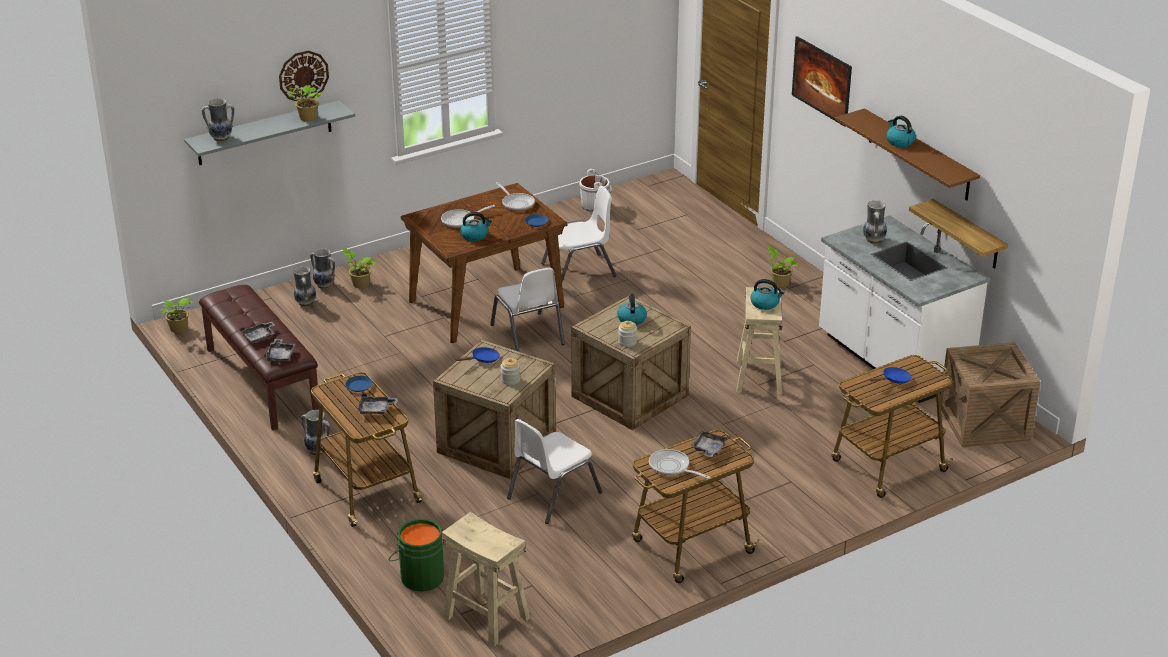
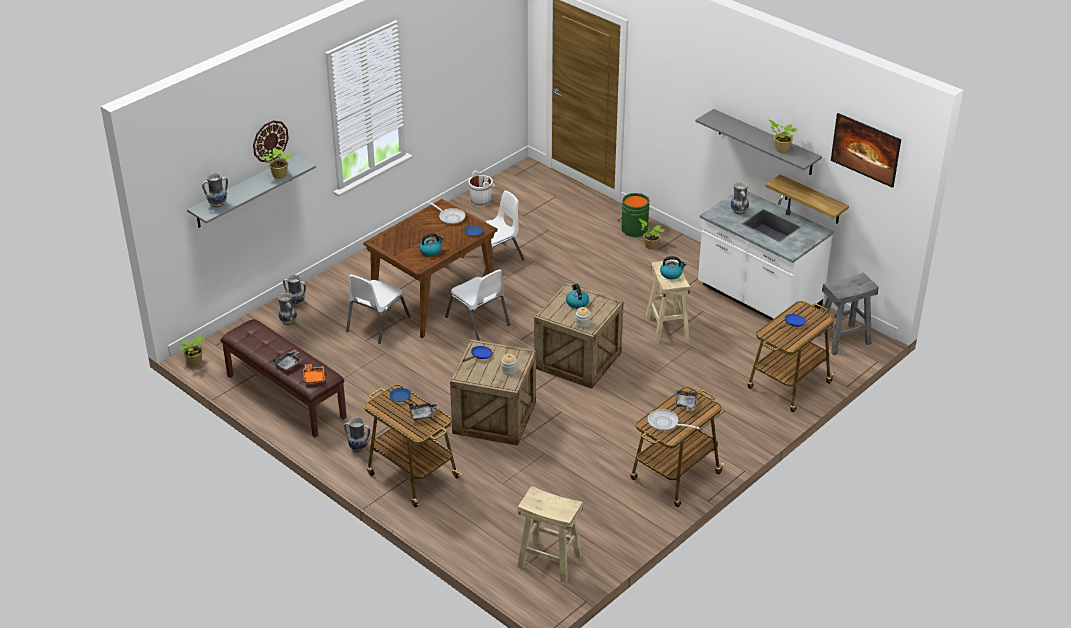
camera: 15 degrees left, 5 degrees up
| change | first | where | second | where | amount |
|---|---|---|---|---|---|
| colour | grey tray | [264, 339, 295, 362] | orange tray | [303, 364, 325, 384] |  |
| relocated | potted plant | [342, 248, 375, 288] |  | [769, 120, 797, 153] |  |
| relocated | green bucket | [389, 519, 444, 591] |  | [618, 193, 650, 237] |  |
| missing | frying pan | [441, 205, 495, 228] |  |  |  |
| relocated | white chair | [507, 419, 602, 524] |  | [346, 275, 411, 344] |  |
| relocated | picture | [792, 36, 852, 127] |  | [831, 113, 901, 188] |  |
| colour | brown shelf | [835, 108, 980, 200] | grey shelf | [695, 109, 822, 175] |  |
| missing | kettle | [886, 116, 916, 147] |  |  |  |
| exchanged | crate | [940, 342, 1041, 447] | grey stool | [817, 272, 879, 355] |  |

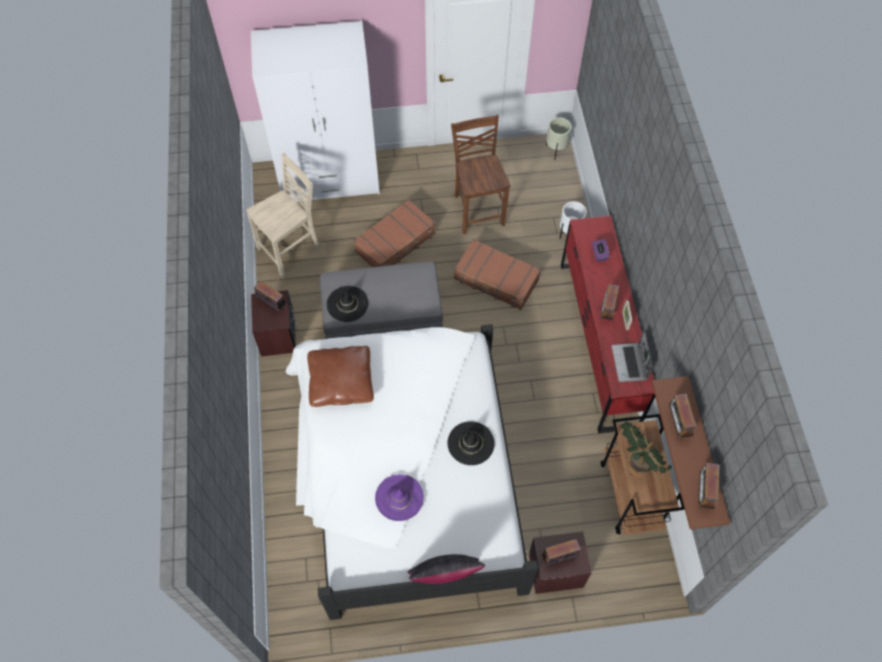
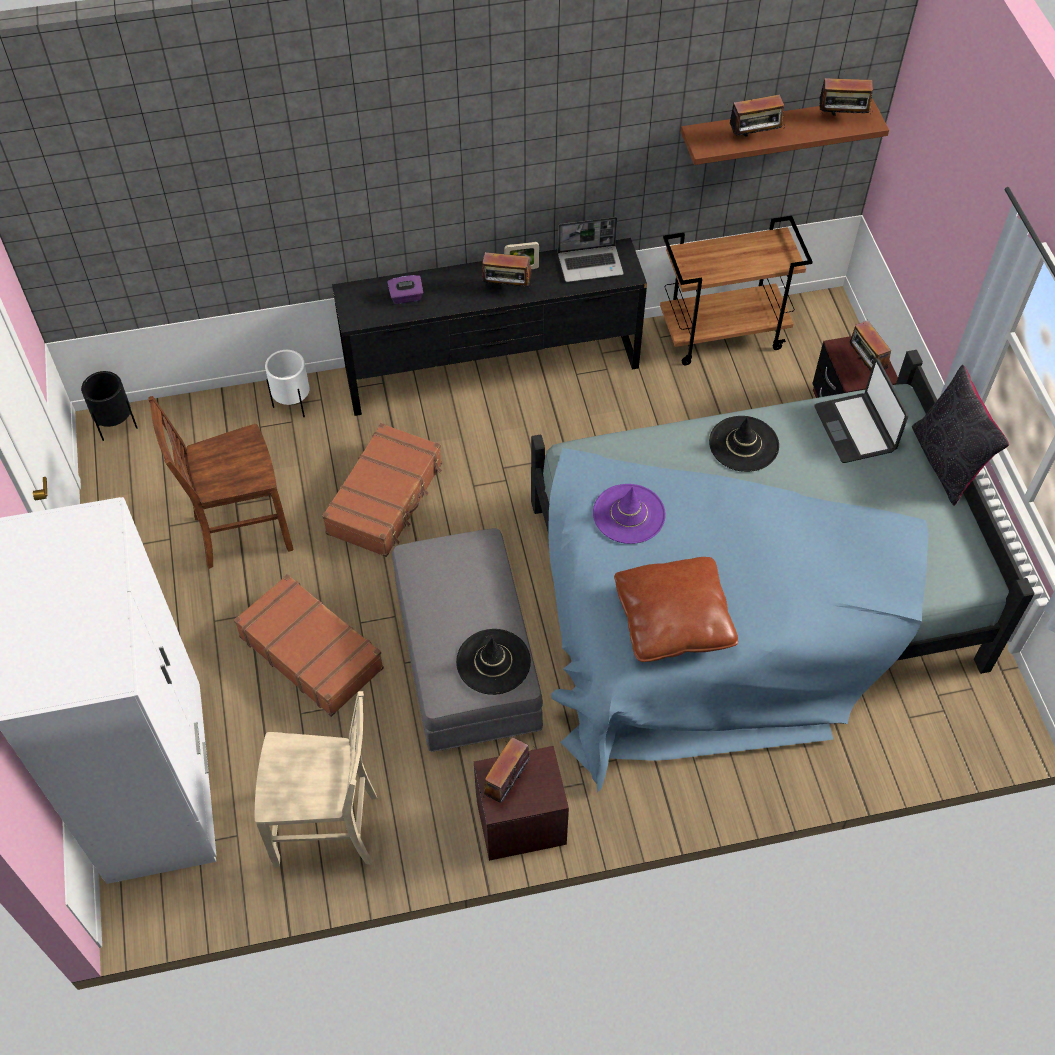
camera: 95 degrees left, 5 degrees down
| change | first | where | second | where | amount |
|---|---|---|---|---|---|
| spun | beige chair | [246, 153, 321, 277] |  | [255, 691, 377, 867] | 135 degrees clockwise |
| colour | white bed | [286, 324, 539, 620] | blue bed | [531, 350, 1035, 792] |  |
| relocated | purple hat | [375, 474, 424, 521] |  | [593, 484, 666, 544] |  |
| colour | beige planter | [546, 118, 571, 160] | black planter | [81, 371, 138, 441] |  |
| colour | red dresser | [561, 216, 655, 433] | black dresser | [332, 238, 647, 416] |  |
| missing | potted plant | [620, 422, 672, 479] |  |  |  |
| appeared |  |  | laptop | [815, 358, 908, 463] |  |

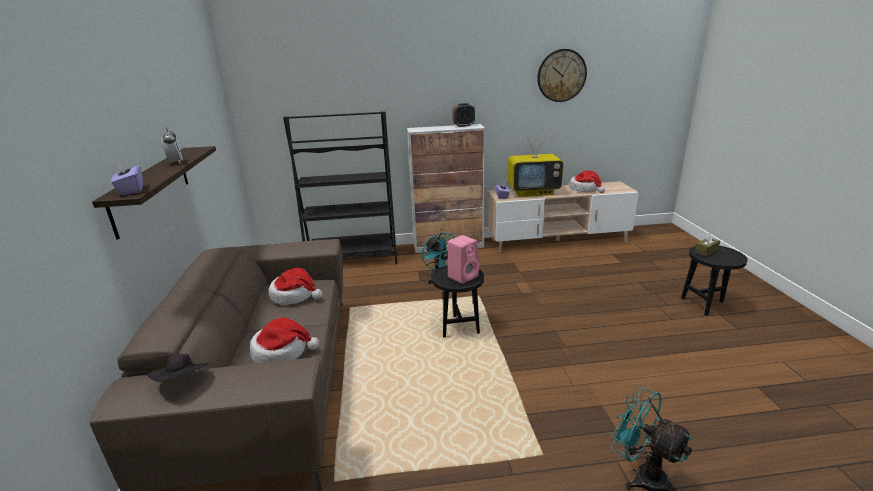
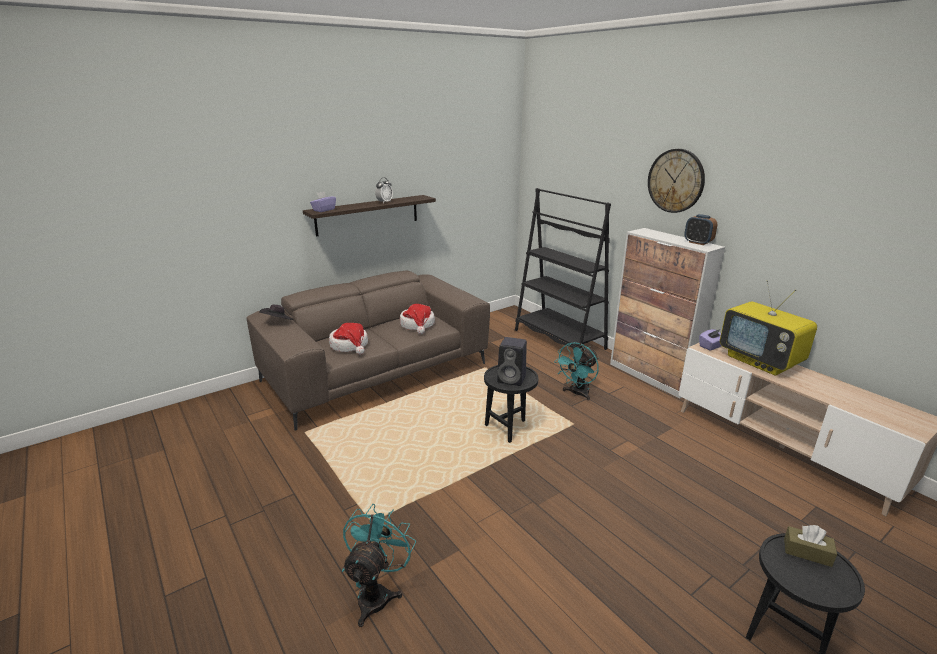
camera: 60 degrees right, 0 degrees up
| change | first | where | second | where | amount |
|---|---|---|---|---|---|
| colour | pink speaker | [447, 235, 479, 284] | black speaker | [497, 337, 527, 386] |  |
| relocated | wall clock | [537, 49, 587, 102] |  | [648, 149, 705, 213] |  |
| missing | hat | [569, 171, 605, 193] |  |  |  |

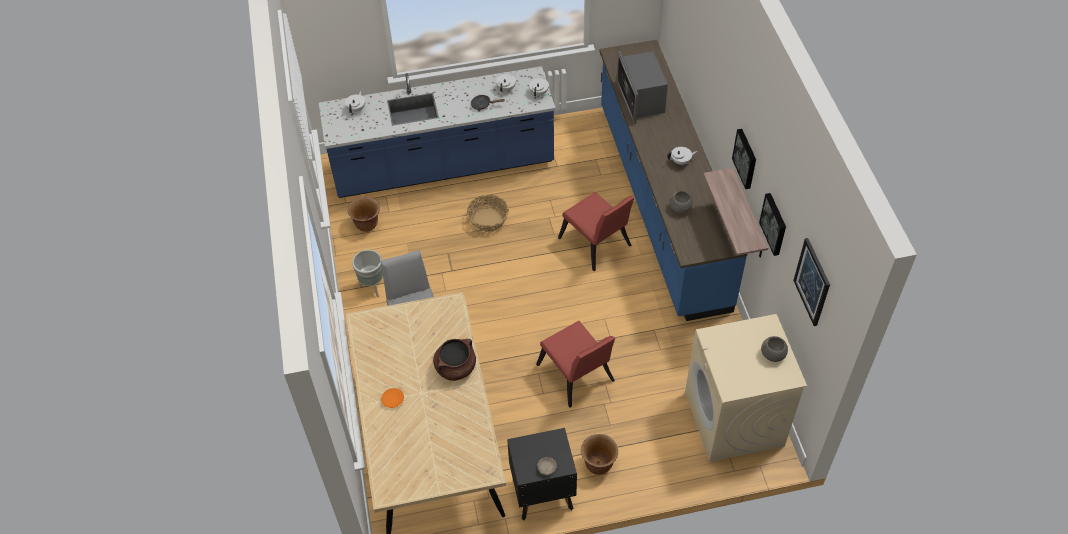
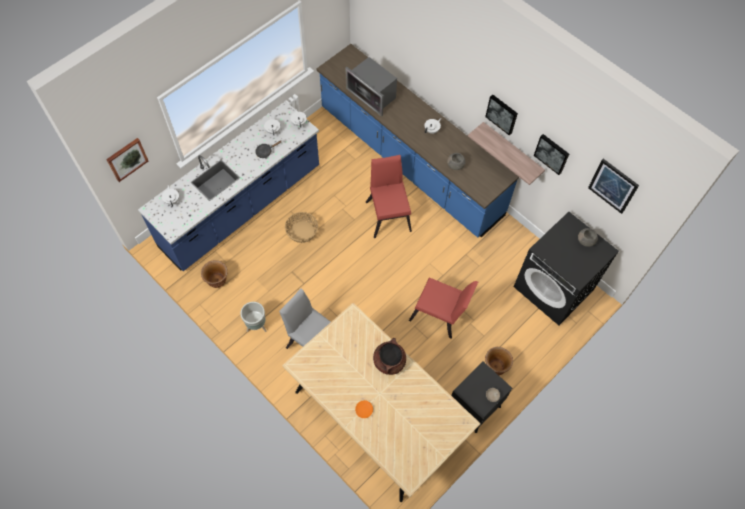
camera: 35 degrees left, 10 degrees up
| change | first | where | second | where | amount |
|---|---|---|---|---|---|
| spun | red chair | [558, 192, 635, 271] |  | [366, 155, 412, 238] | 120 degrees counterclockwise |
| colour | beige washing machine | [685, 314, 807, 462] | black washing machine | [514, 212, 619, 325] |  |
| appeared |  |  | picture | [106, 138, 148, 182] |  |

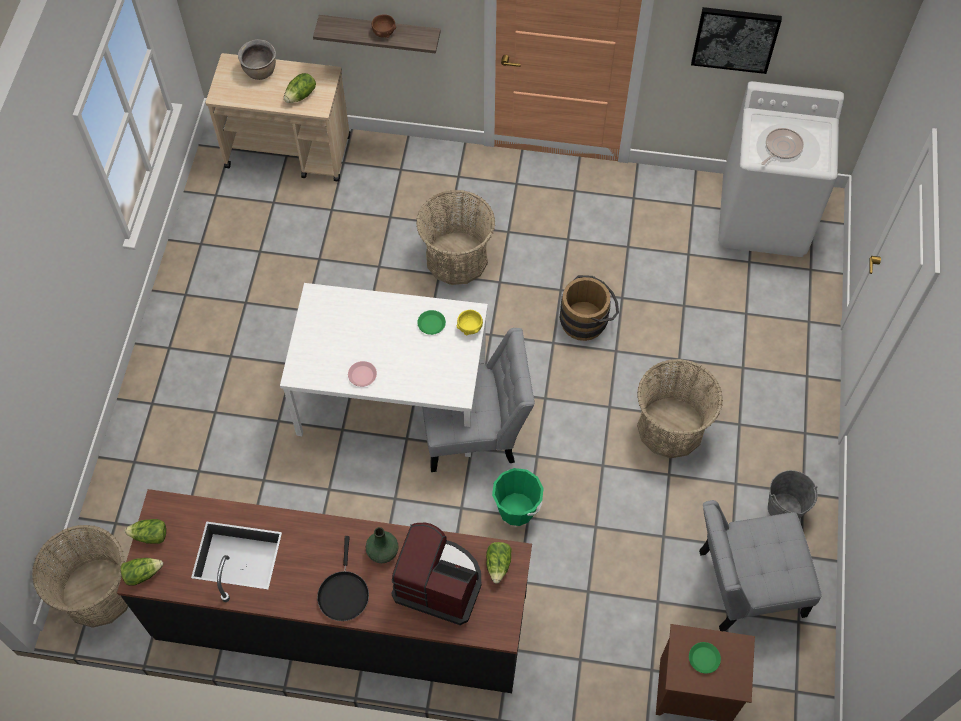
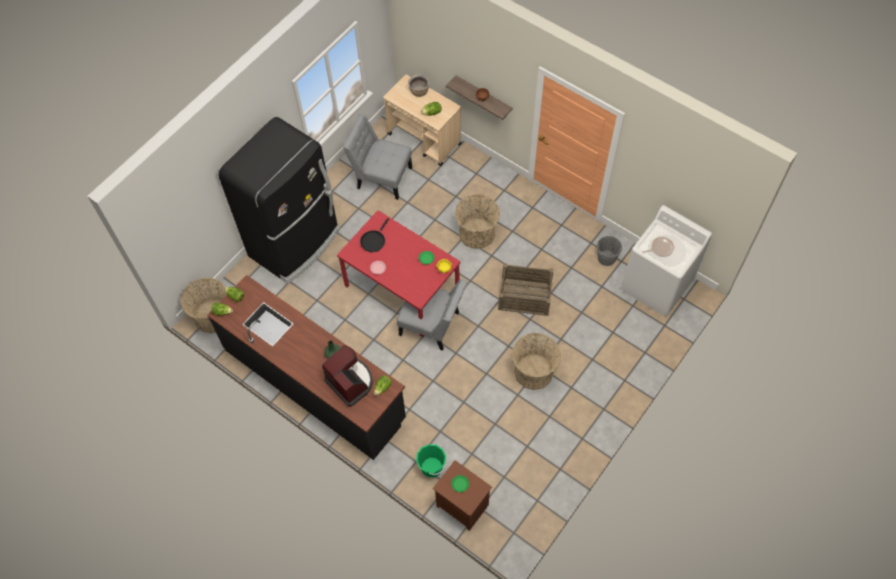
camera: 30 degrees right, 0 degrees up
| change | first | where | second | where | amount |
|---|---|---|---|---|---|
| colour | white dining table | [280, 283, 488, 457] | red dining table | [337, 210, 461, 337] |  |
| relocated | black frying pan | [317, 536, 369, 621] |  | [360, 218, 389, 252] |  |
| relocated | green bucket | [492, 468, 544, 526] |  | [416, 444, 446, 478] |  |
| exchanged | brown bucket | [559, 275, 619, 341] | crate | [498, 263, 554, 316] |  |
| missing | picture | [691, 7, 782, 74] |  |  |  |
| relocated | grey chair | [699, 500, 822, 631] |  | [343, 114, 412, 200] |  |
| relocated | grey bucket | [768, 470, 818, 519] |  | [597, 236, 622, 266] |  |
| appeared |  |  | black fridge | [218, 117, 340, 284] |  |

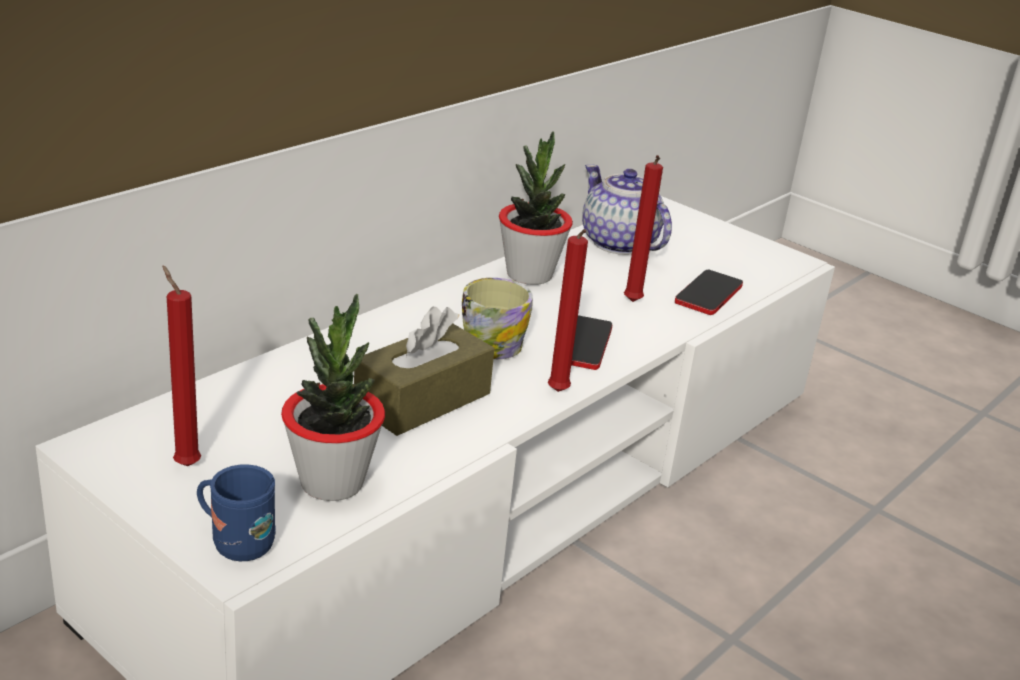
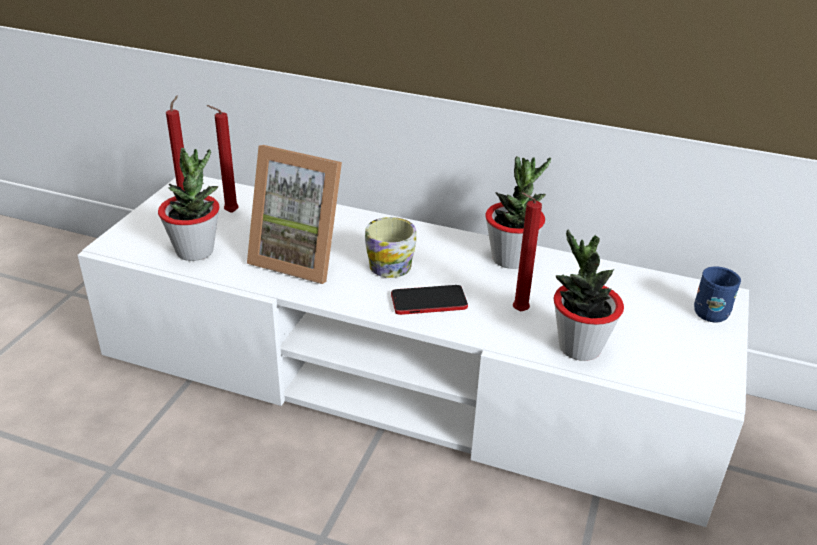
camera: 70 degrees right, 5 degrees up
| change | first | where | second | where | amount |
|---|---|---|---|---|---|
| relocated | blue mug | [197, 464, 276, 561] |  | [694, 266, 741, 322] |  |
| exchanged | brown tissue box | [354, 307, 494, 436] | picture frame | [247, 145, 342, 284] |  |
| relocated | red candle | [548, 229, 588, 392] |  | [207, 105, 239, 213] |  |
| missing | teapot | [582, 164, 672, 255] |  |  |  |
| exchanged | phone | [675, 270, 743, 315] | potted plant | [554, 230, 624, 361] |  |

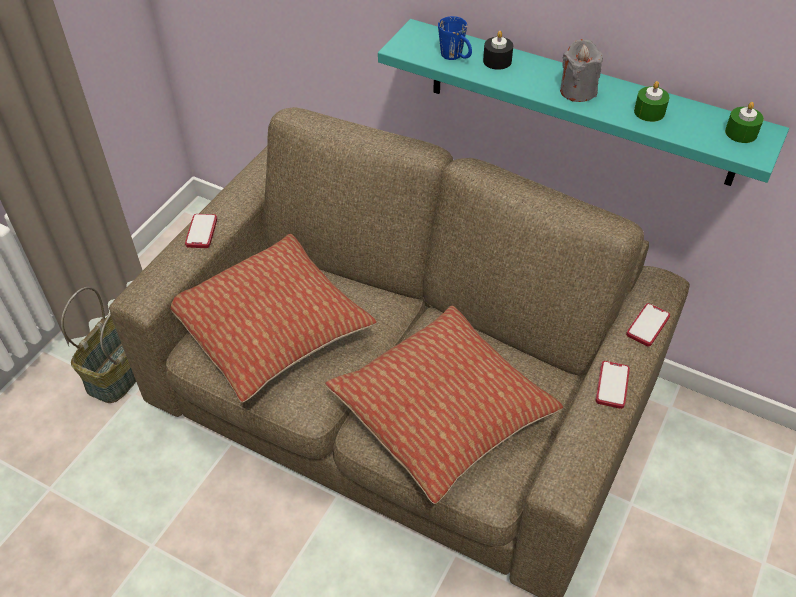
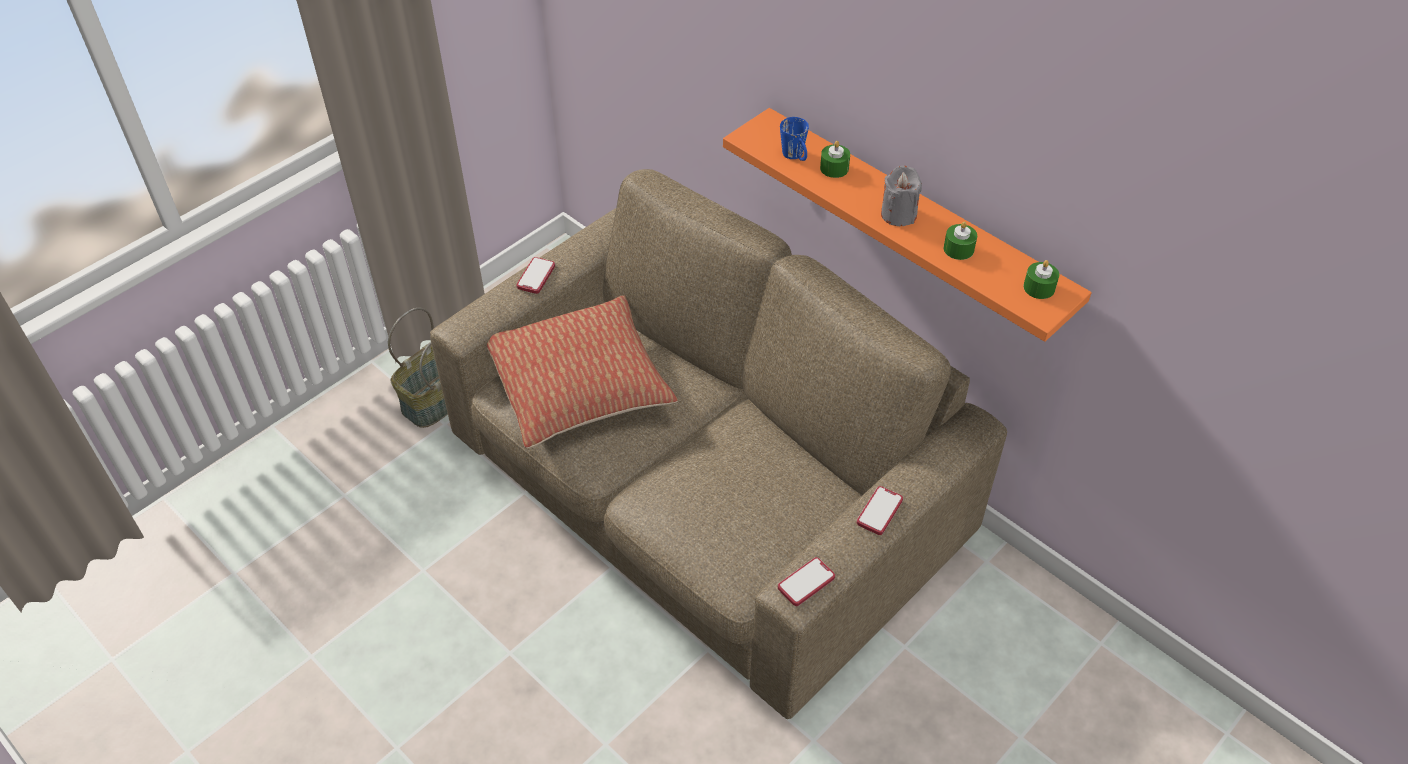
camera: 15 degrees right, 0 degrees up
| change | first | where | second | where | amount |
|---|---|---|---|---|---|
| missing | pillow | [325, 306, 563, 504] |  |  |  |
| colour | turquoise shelf | [378, 19, 789, 186] | orange shelf | [723, 108, 1092, 342] |  |
| colour | black candle | [483, 31, 513, 70] | green candle | [820, 141, 850, 178] |  |
| relocated | phone | [626, 303, 670, 346] |  | [778, 557, 835, 606] |  |

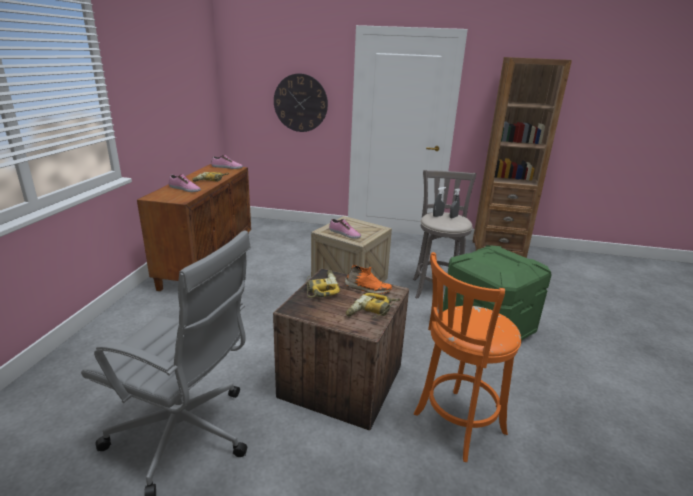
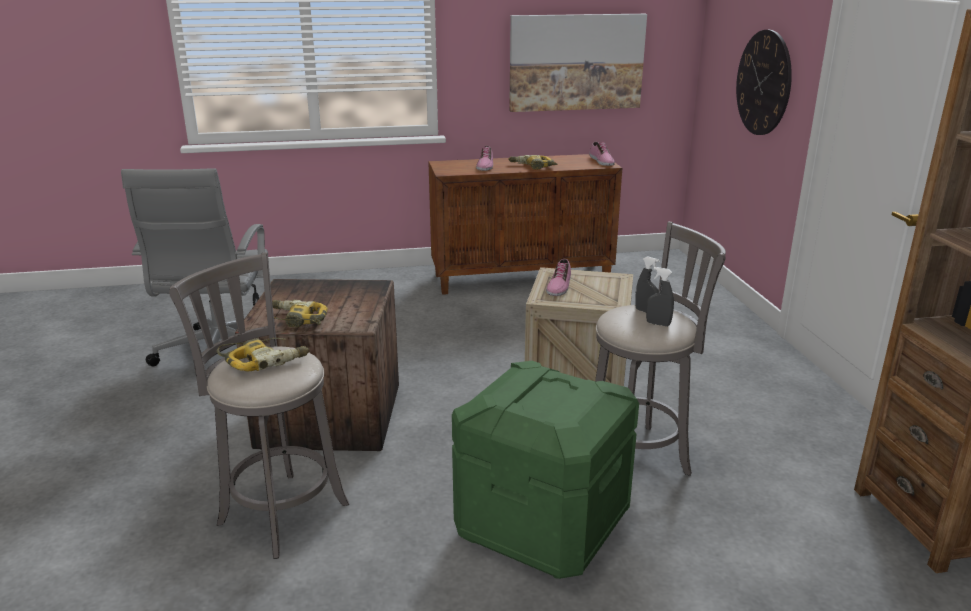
camera: 70 degrees right, 0 degrees up
| change | first | where | second | where | amount |
|---|---|---|---|---|---|
| relocated | power drill | [307, 270, 340, 298] |  | [216, 338, 309, 371] |  |
| missing | orange shoe | [344, 265, 392, 294] |  |  |  |
| colour | orange stool | [414, 252, 521, 462] | grey stool | [169, 252, 349, 559] |  |
| appeared |  |  | picture | [509, 14, 647, 112] |  |

